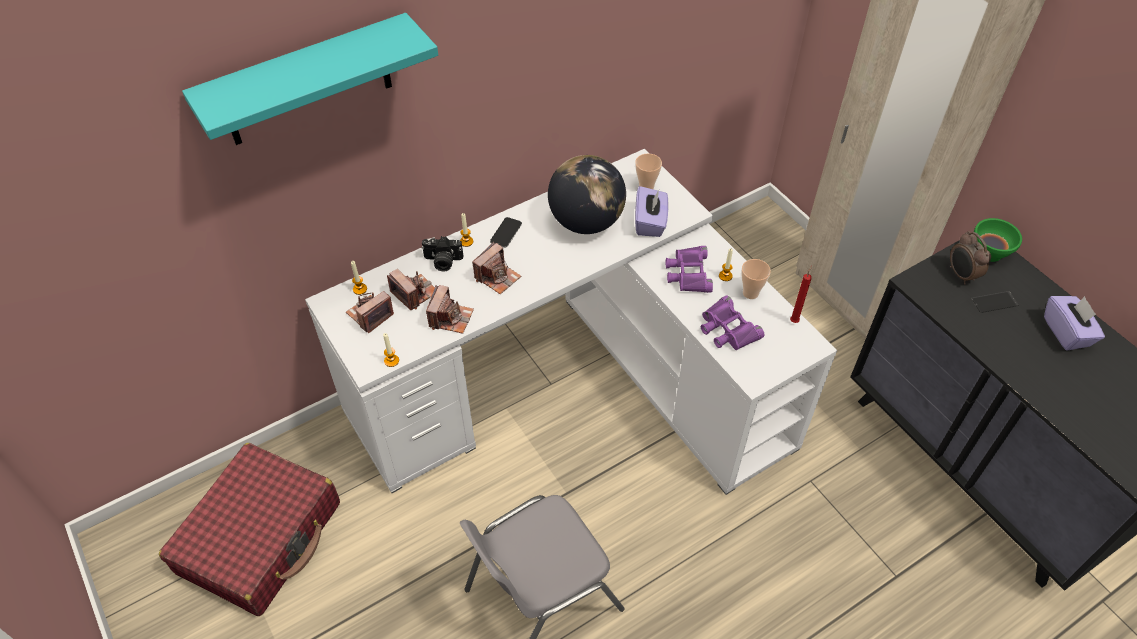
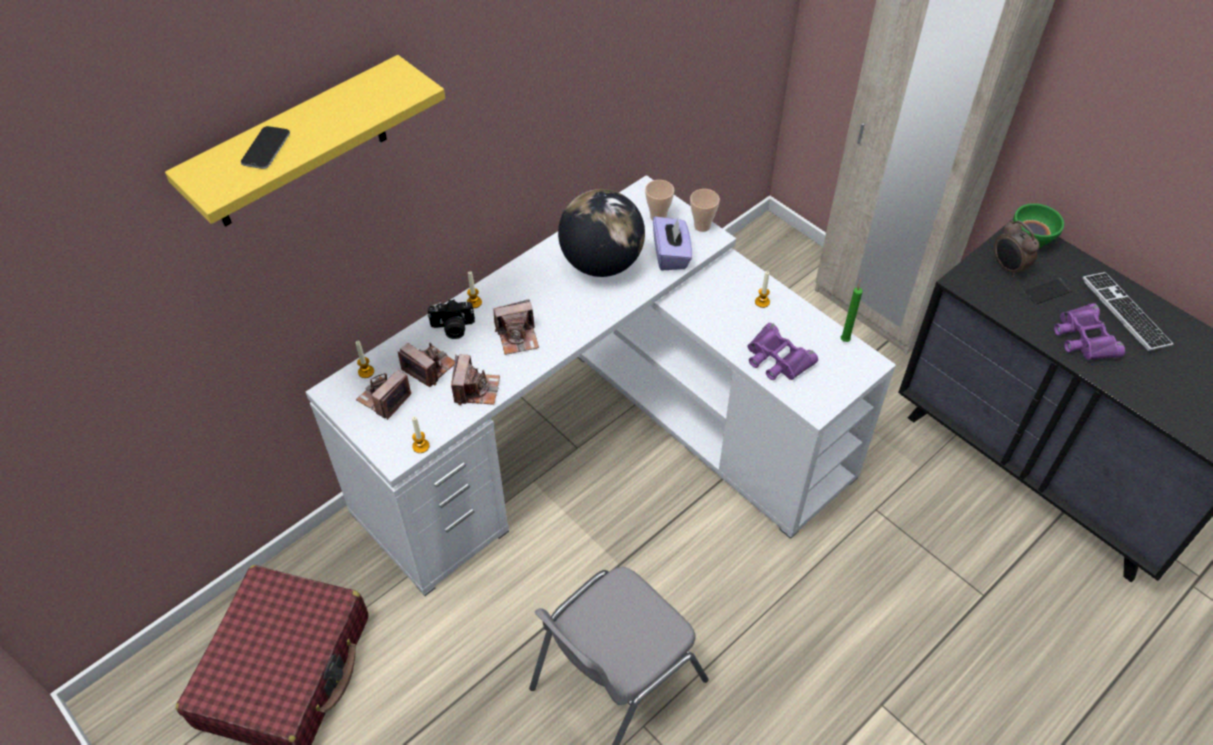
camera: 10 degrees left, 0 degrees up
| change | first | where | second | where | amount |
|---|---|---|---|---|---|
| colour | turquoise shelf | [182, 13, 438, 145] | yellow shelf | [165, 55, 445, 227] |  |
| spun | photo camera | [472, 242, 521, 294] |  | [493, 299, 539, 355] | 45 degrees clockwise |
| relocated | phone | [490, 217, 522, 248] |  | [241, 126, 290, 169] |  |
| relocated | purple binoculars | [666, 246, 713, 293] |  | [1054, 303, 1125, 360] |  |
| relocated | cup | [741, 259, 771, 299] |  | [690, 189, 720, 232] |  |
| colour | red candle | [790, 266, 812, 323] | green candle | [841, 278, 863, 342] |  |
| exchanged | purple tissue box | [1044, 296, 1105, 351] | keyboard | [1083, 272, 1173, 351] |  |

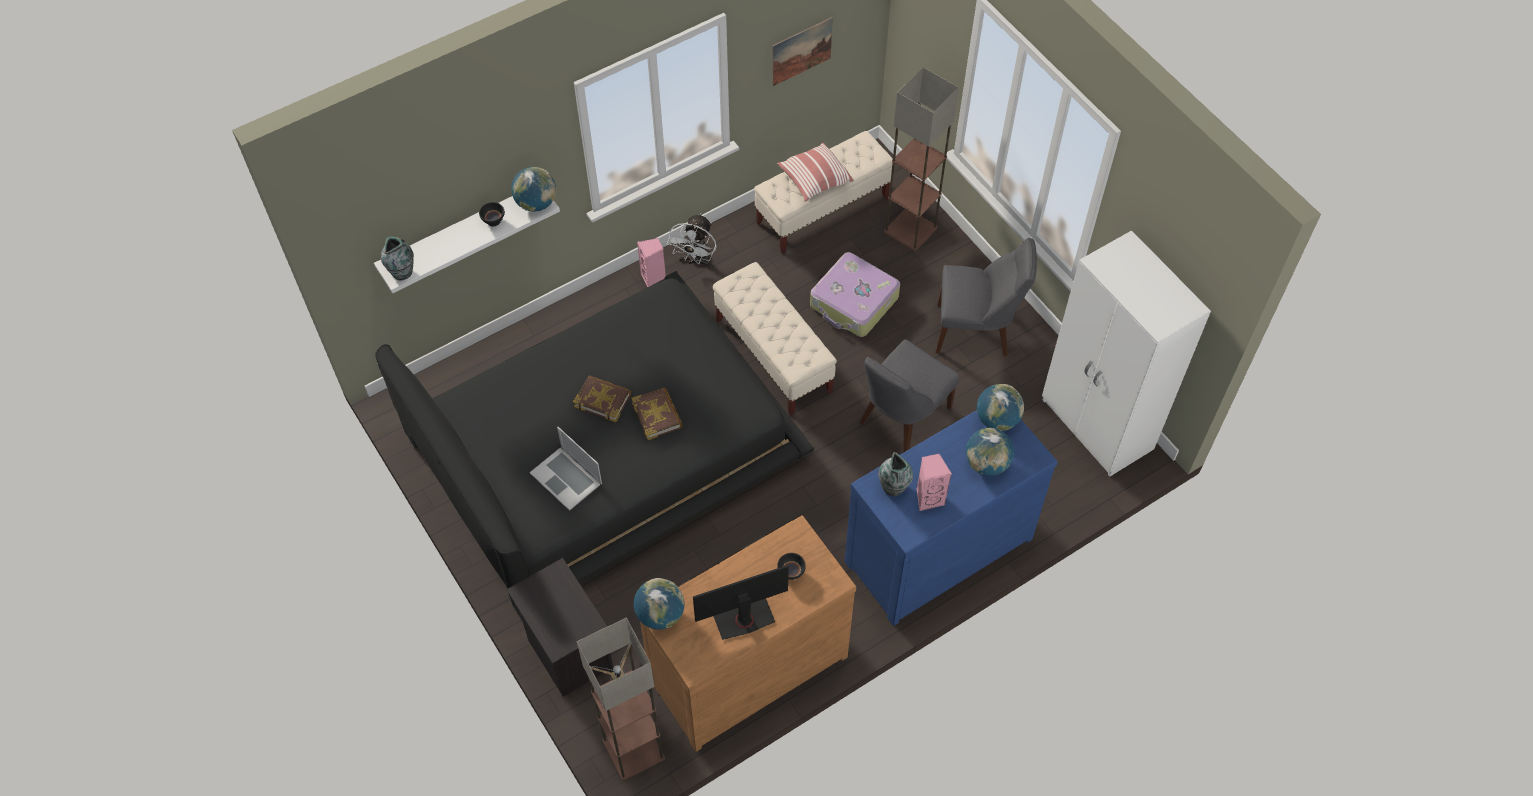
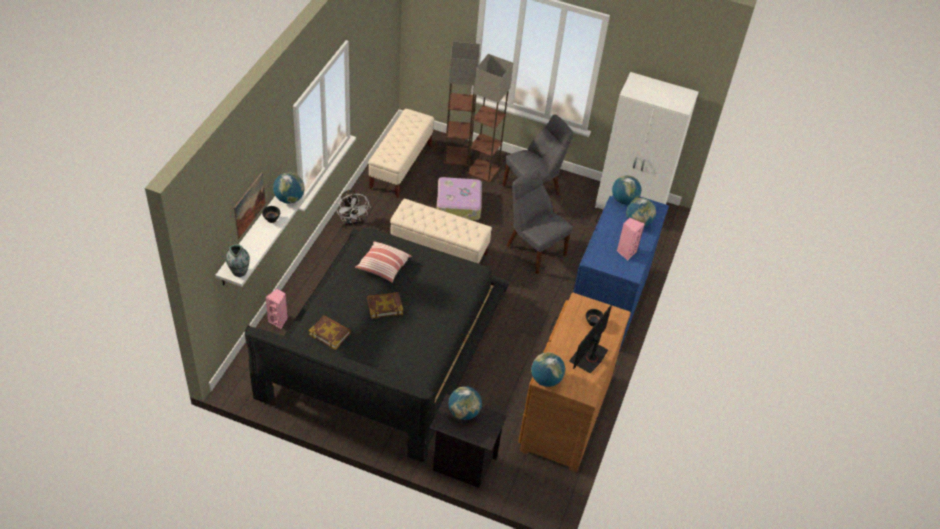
camera: 40 degrees left, 10 degrees down
| change | first | where | second | where | amount |
|---|---|---|---|---|---|
| missing | laptop | [530, 427, 602, 511] |  |  |  |
| relocated | floor lamp | [577, 617, 665, 781] |  | [467, 54, 513, 183] |  |
| relocated | book | [631, 388, 683, 440] |  | [309, 315, 351, 350] |  |
| relocated | pink speaker | [637, 238, 666, 287] |  | [265, 289, 288, 328] |  |
| relocated | picture | [772, 17, 833, 86] |  | [234, 172, 266, 239] |  |
| relocated | pillow | [777, 143, 854, 202] |  | [355, 241, 411, 283] |  |
| spun | grey chair | [860, 339, 960, 453] |  | [506, 169, 573, 274] | 135 degrees clockwise |
| missing | vase | [878, 452, 913, 496] |  |  |  |
| appeared |  |  | globe | [448, 386, 482, 420] |  |

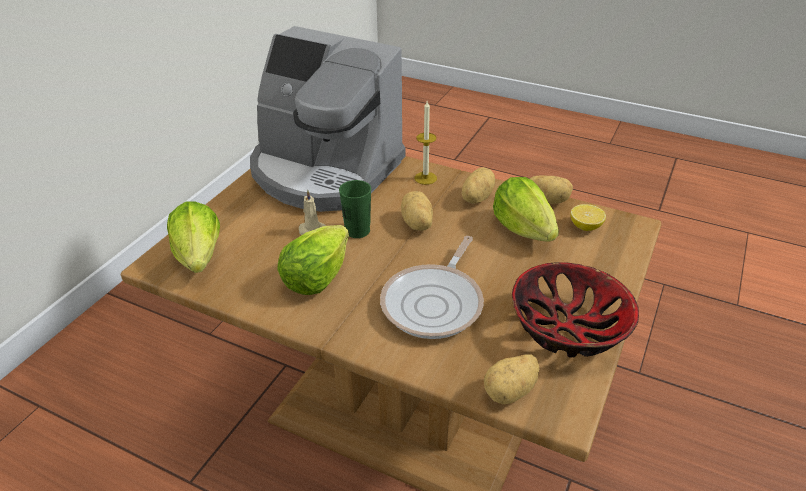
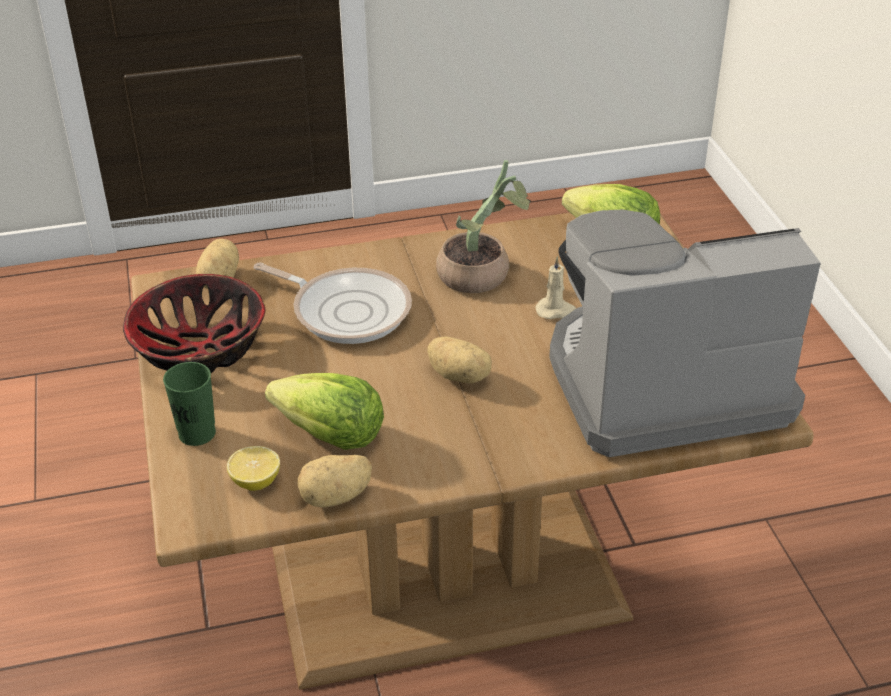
camera: 140 degrees right, 0 degrees up
| change | first | where | second | where | amount |
|---|---|---|---|---|---|
| exchanged | lettuce | [277, 225, 349, 295] | potted plant | [436, 160, 531, 293] |  |
| relocated | green cup | [339, 180, 371, 238] |  | [163, 362, 216, 446] |  |
| spun | frying pan | [380, 236, 484, 339] |  | [254, 262, 412, 344] | 135 degrees clockwise |
| missing | candle | [414, 101, 437, 185] |  |  |  |
| missing | potato | [462, 167, 495, 204] |  |  |  |

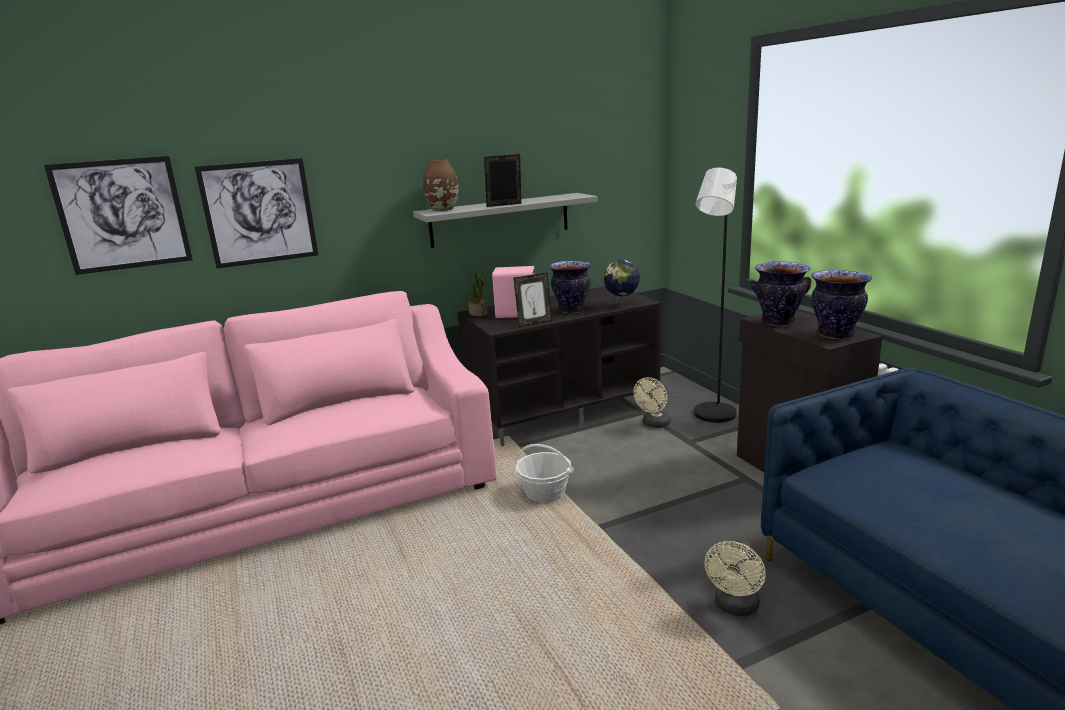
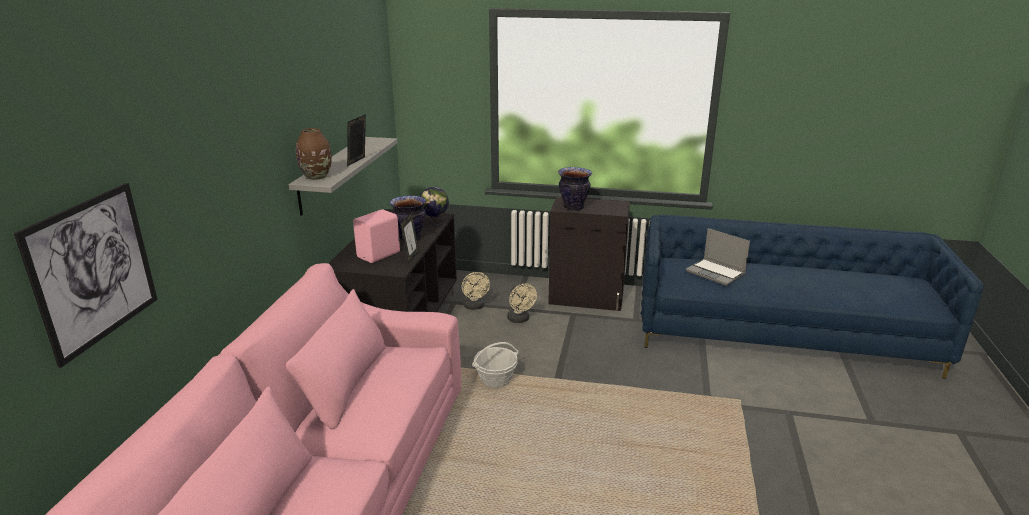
camera: 55 degrees left, 5 degrees up
| change | first | where | second | where | amount |
|---|---|---|---|---|---|
| missing | picture | [195, 158, 318, 269] |  |  |  |
| missing | potted plant | [468, 269, 487, 316] |  |  |  |
| missing | black floor lamp | [694, 168, 737, 423] |  |  |  |
| relocated | beige fan | [705, 540, 766, 617] |  | [507, 284, 537, 323] |  |
| missing | vase | [811, 270, 872, 339] |  |  |  |
| appeared |  |  | laptop | [686, 228, 750, 286] |  |

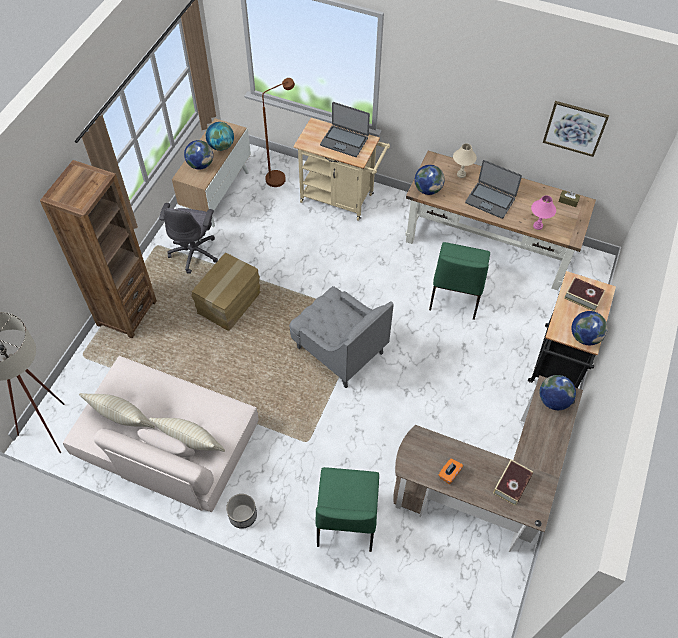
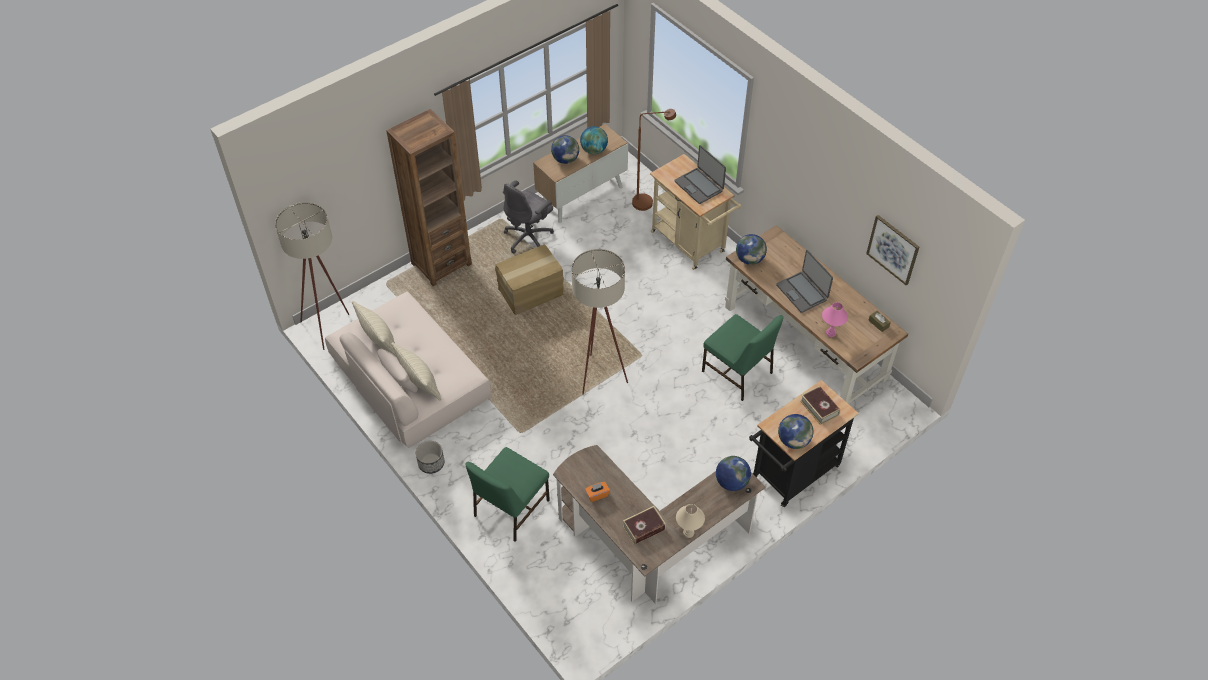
camera: 30 degrees right, 5 degrees down
| change | first | where | second | where | amount |
|---|---|---|---|---|---|
| exchanged | grey armchair | [289, 286, 394, 388] | beige floor lamp | [572, 249, 628, 395] |  |
| spun | green chair | [429, 242, 490, 320] |  | [702, 314, 784, 401] | 90 degrees counterclockwise |
| relocated | beige table lamp | [453, 143, 477, 178] |  | [676, 504, 705, 538] |  |

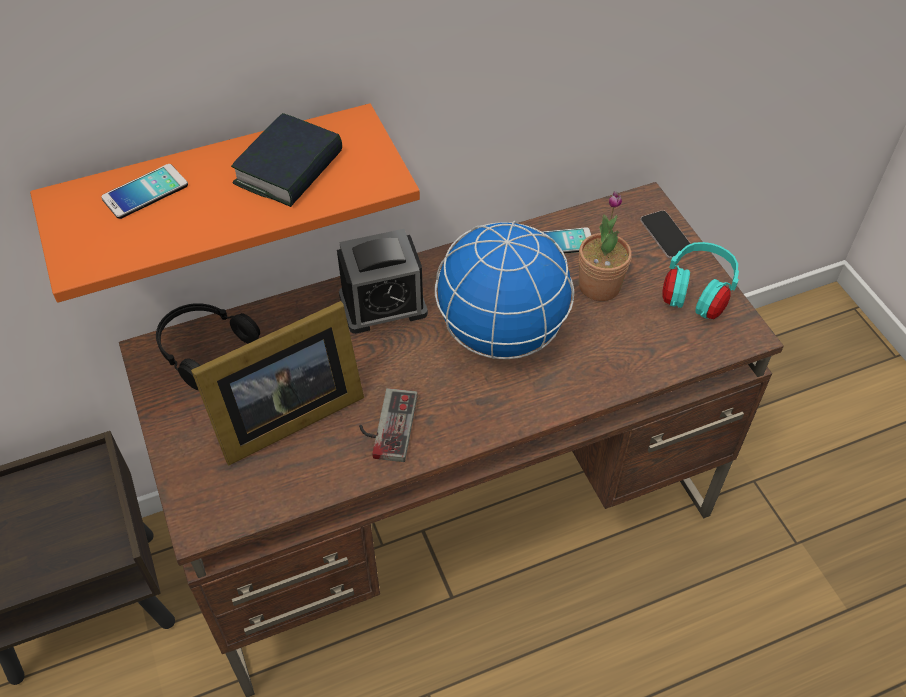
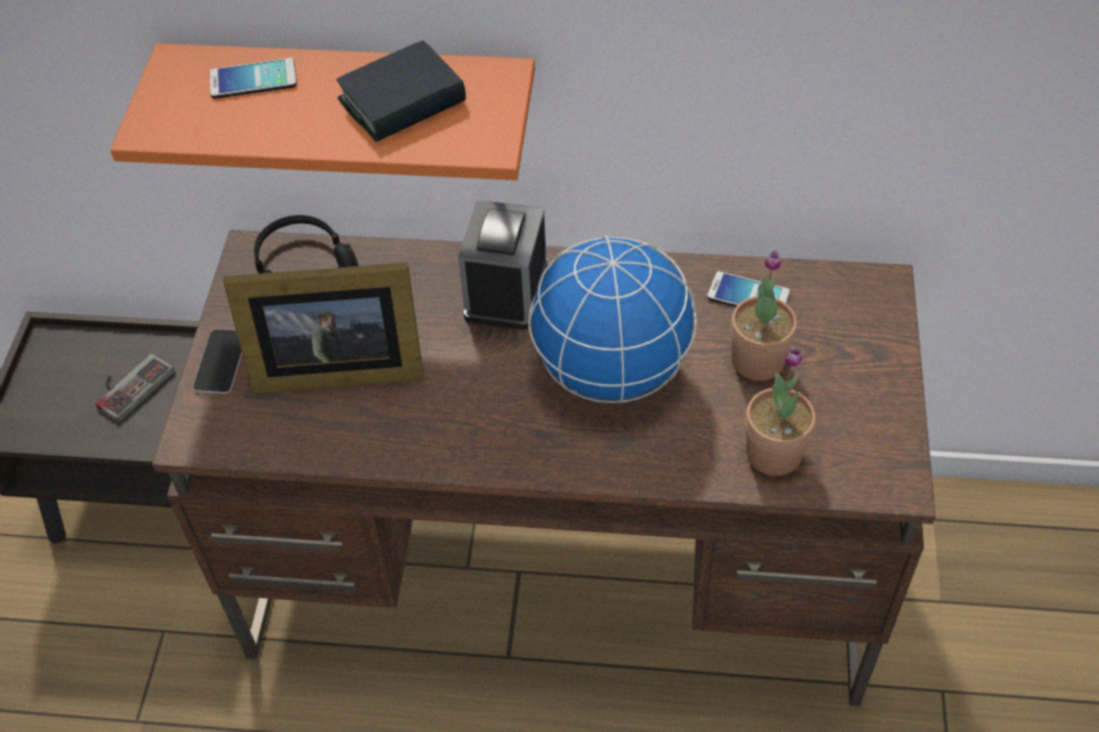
camera: 30 degrees right, 0 degrees up
| change | first | where | second | where | amount |
|---|---|---|---|---|---|
| spun | alarm clock | [337, 229, 428, 334] |  | [458, 200, 548, 330] | 90 degrees clockwise |
| relocated | game controller | [359, 388, 417, 462] |  | [96, 354, 174, 422] |  |
| relocated | phone | [640, 210, 693, 259] |  | [193, 329, 242, 394] |  |
| missing | turquoise headphones | [662, 242, 739, 319] |  |  |  |
| appeared |  |  | potted plant | [746, 346, 816, 476] |  |

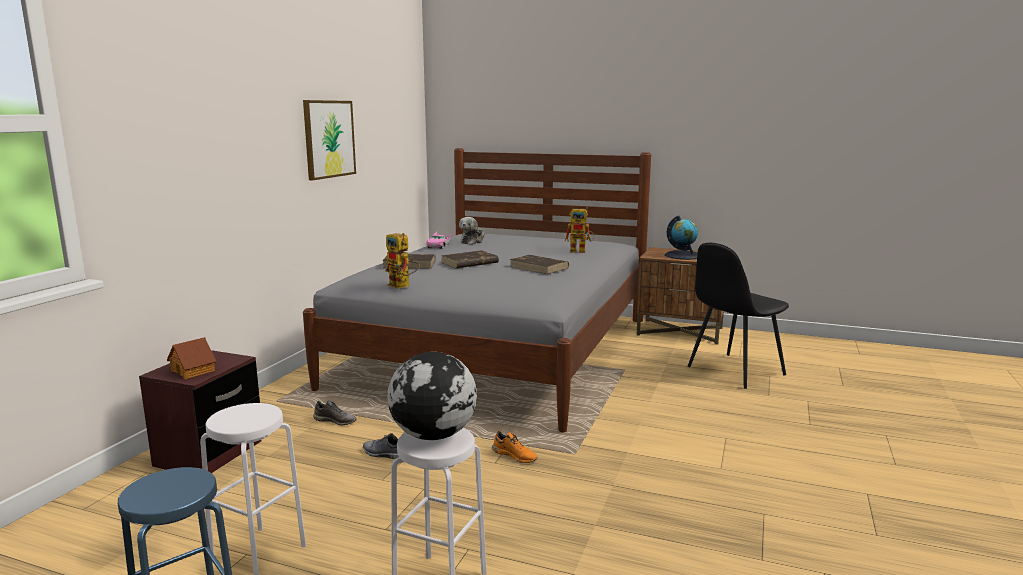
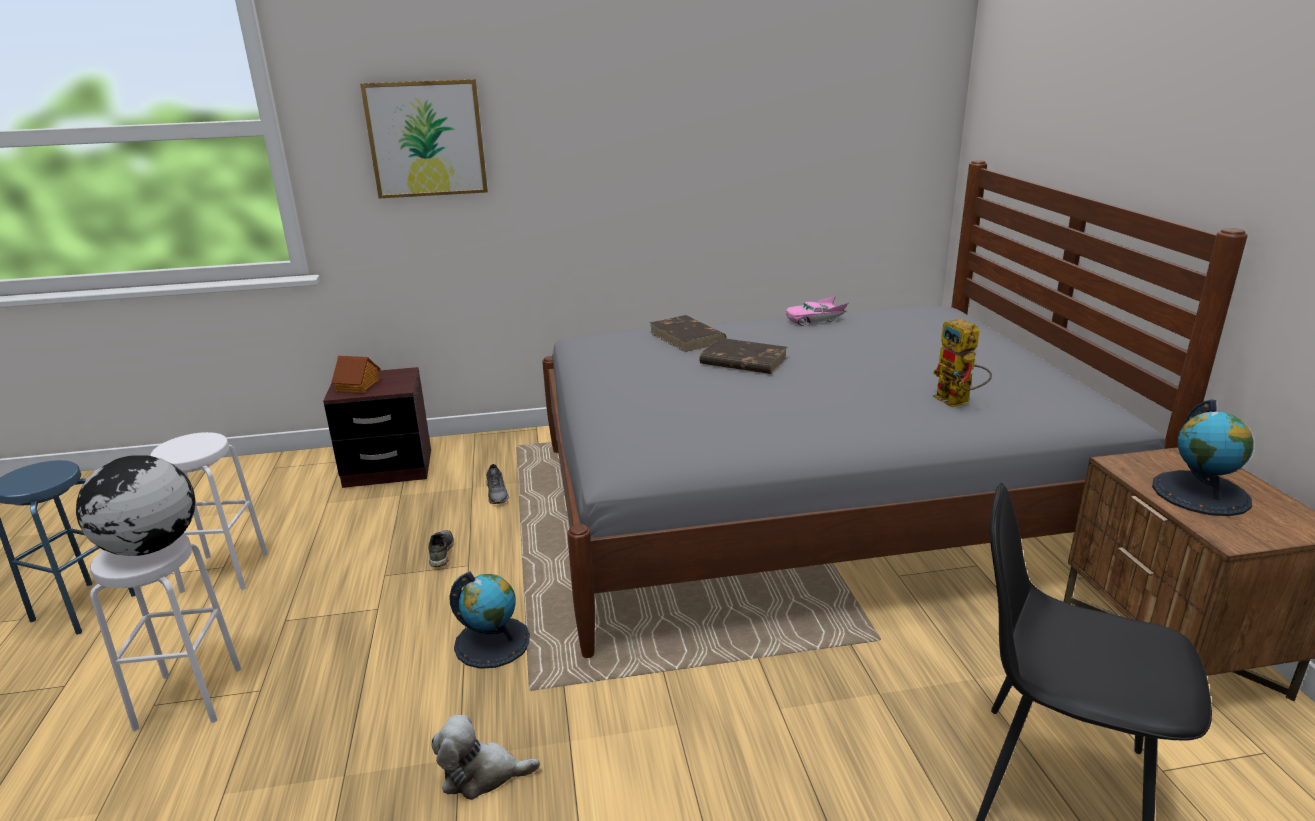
camera: 60 degrees right, 10 degrees up
| change | first | where | second | where | amount |
|---|---|---|---|---|---|
| relocated | picture | [303, 100, 356, 180] |  | [360, 79, 488, 198] |  |
| missing | toy robot | [386, 233, 420, 289] |  |  |  |
| relocated | plush toy | [459, 217, 485, 245] |  | [432, 715, 540, 800] |  |
| exchanged | orange shoe | [492, 431, 538, 463] | globe | [449, 571, 530, 669] |  |
| missing | brown book | [510, 255, 569, 274] |  |  |  |

